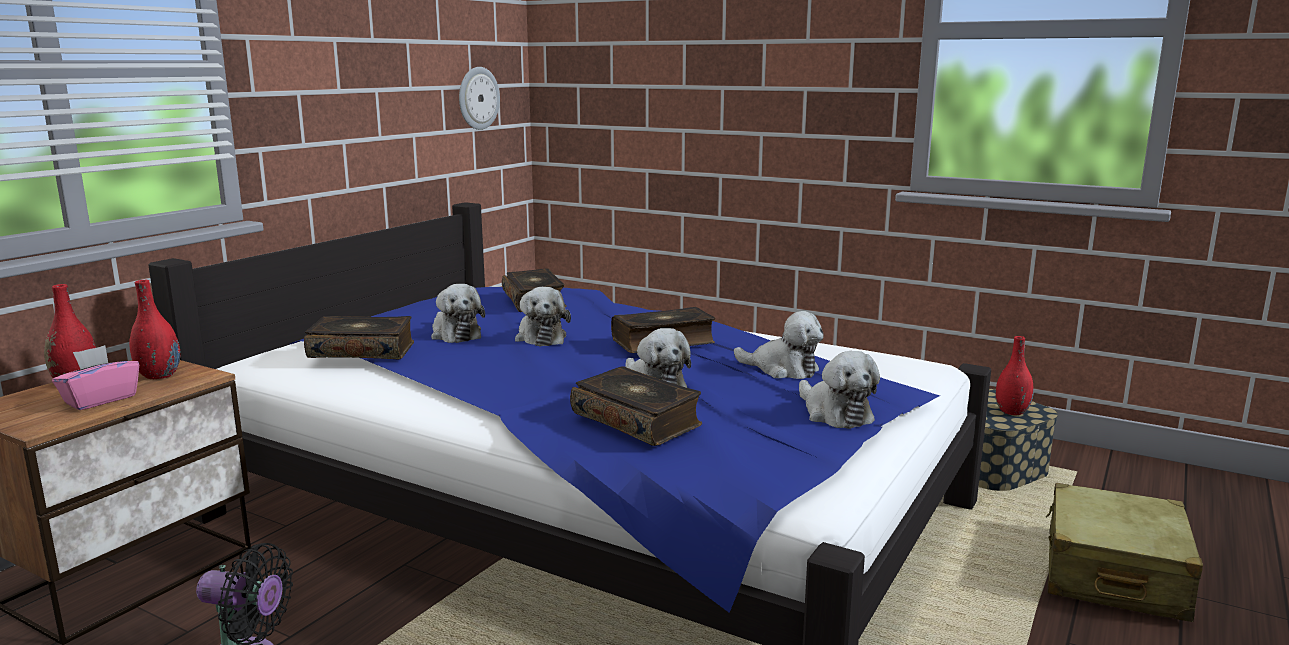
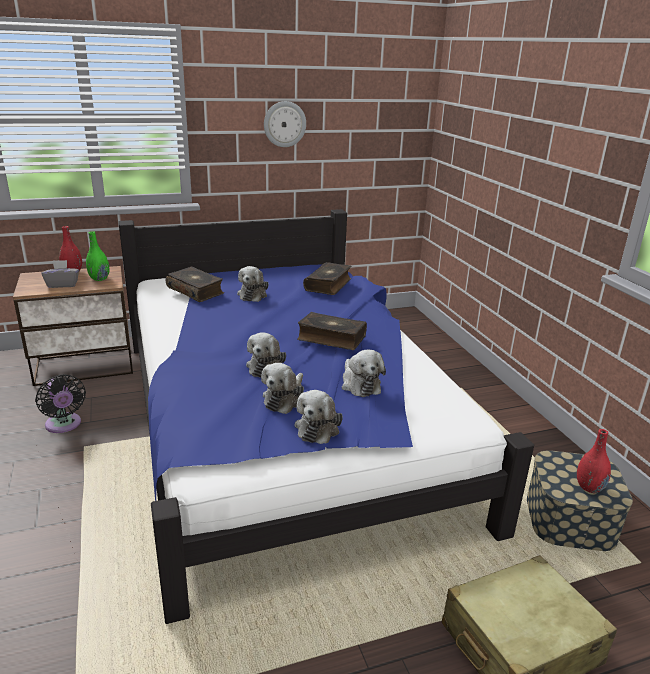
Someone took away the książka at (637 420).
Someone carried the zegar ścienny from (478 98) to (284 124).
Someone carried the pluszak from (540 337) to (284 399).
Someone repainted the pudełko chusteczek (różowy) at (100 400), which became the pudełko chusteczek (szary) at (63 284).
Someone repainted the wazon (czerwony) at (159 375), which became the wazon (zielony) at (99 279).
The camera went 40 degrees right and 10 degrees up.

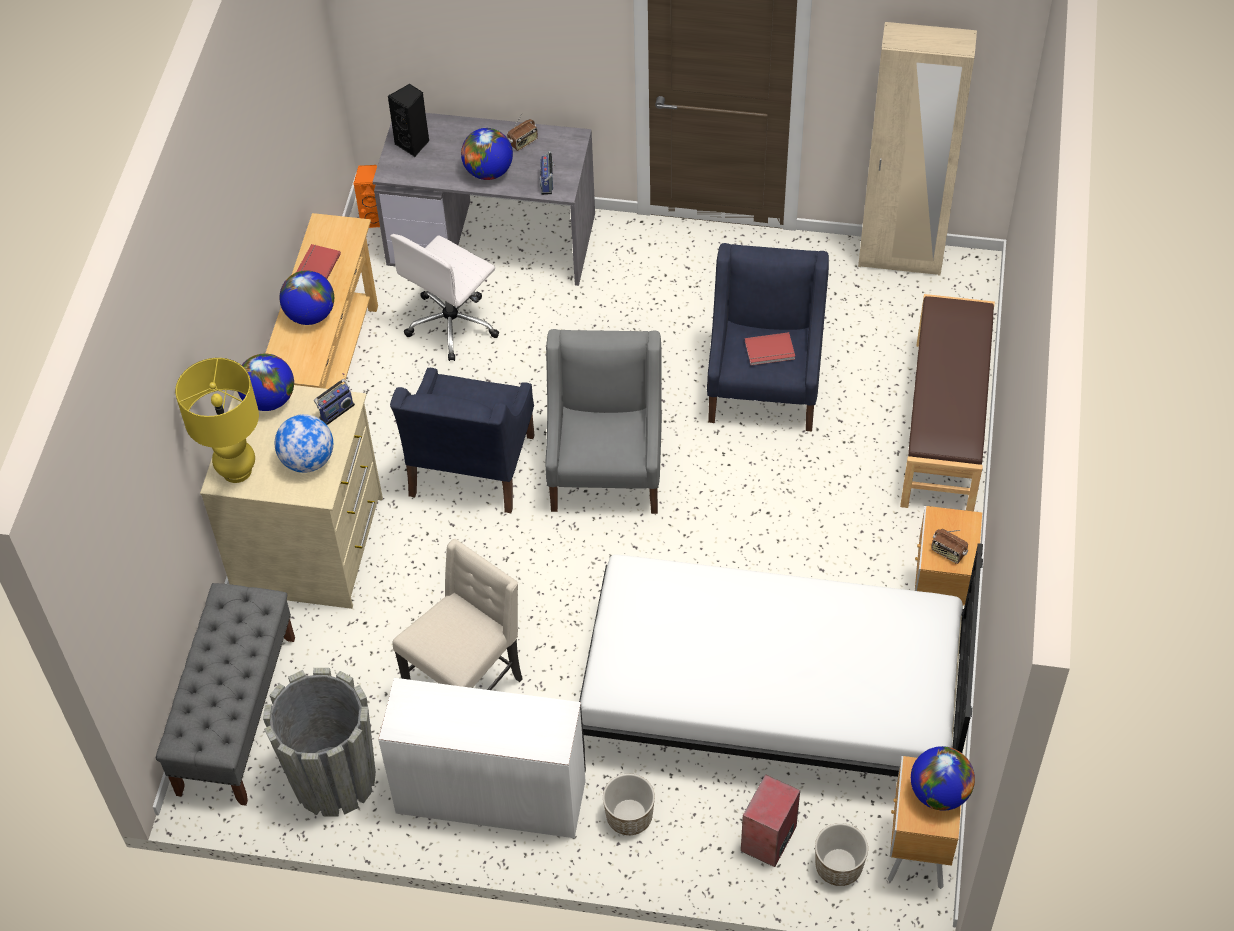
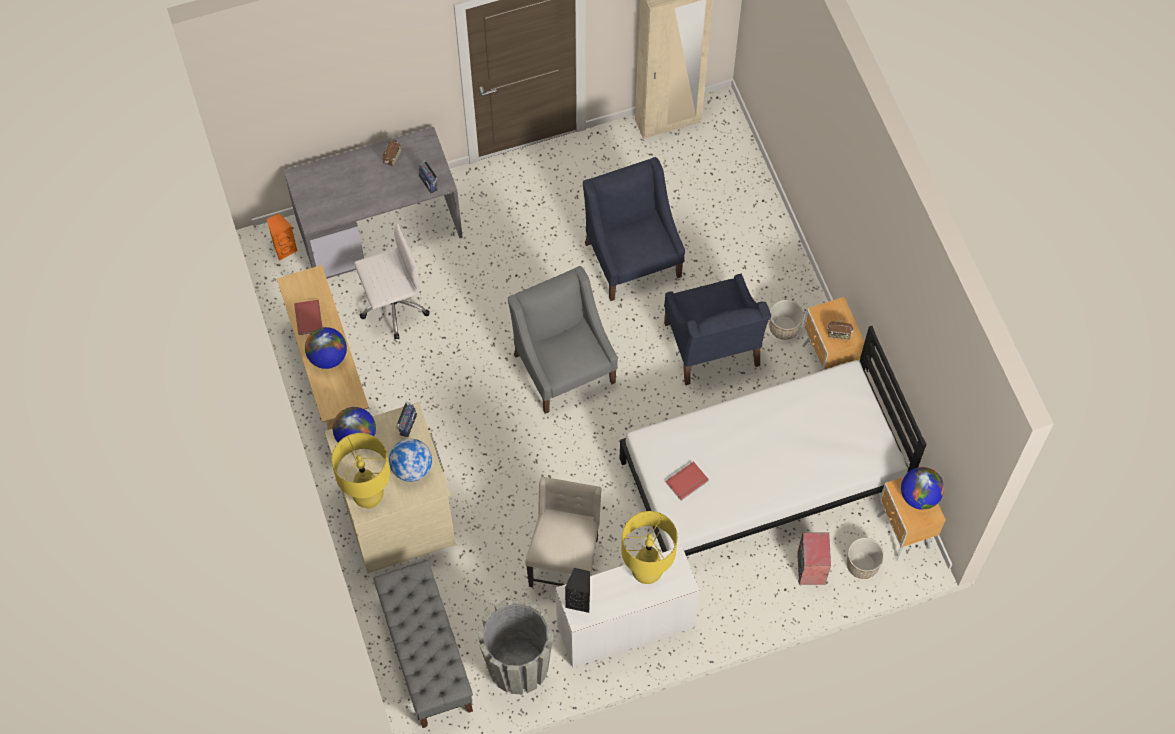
Someone took away the globus at (488 172).
Someone took away the ławka (brązowy) at (945 426).
Someone put down the lampa stołowa (żółty) at (646 573).
Someone carried the głośnik (czarny) from (413 144) to (579 600).
Someone carried the fotel (niebieski) from (471 466) to (711 345).
Someone carried the donica from (629 816) to (784 327).
Someone carried the książka (czerwony) from (770 351) to (688 482).
Someone rotated the krzesło biurowe (biały) at (453 324) by 120 degrees counterclockwise.
The camera went 30 degrees left and 10 degrees up.

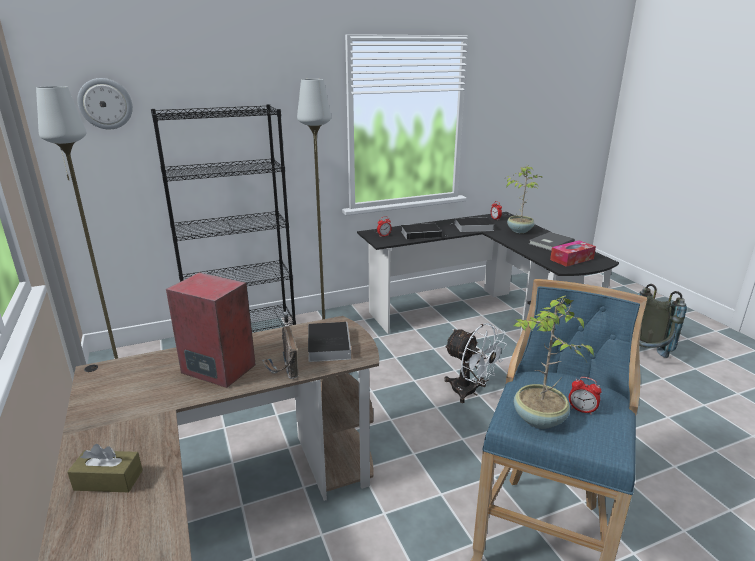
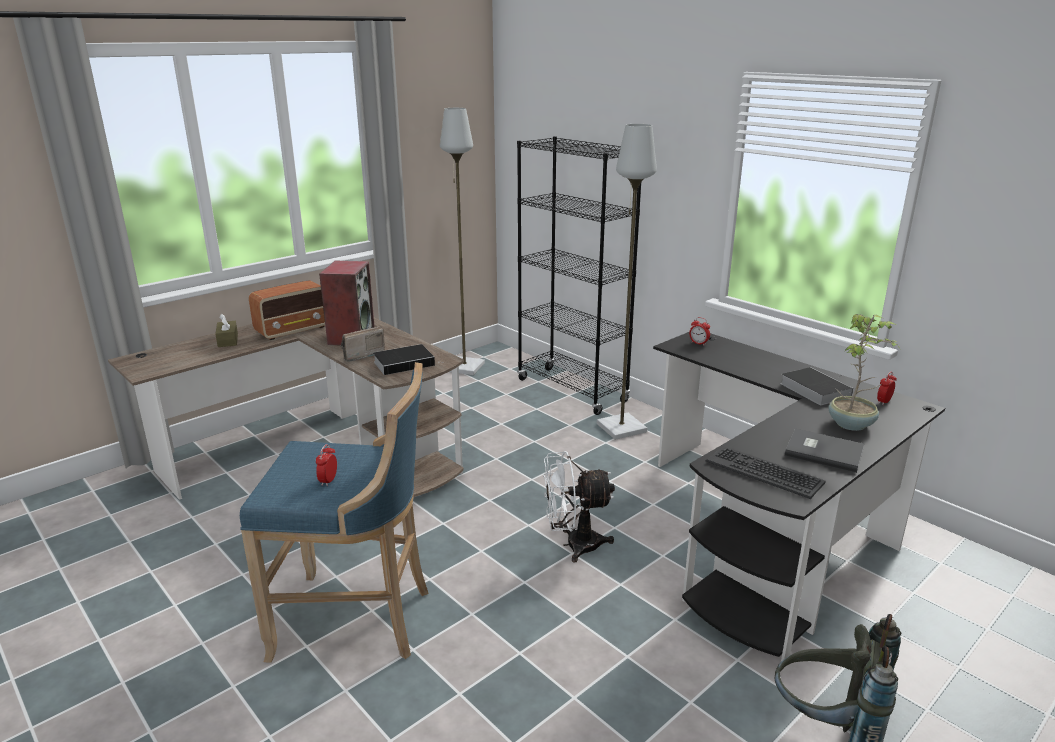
Someone took away the zegar ścienny at (105 104).
Someone took away the książka at (422 234).
Someone took away the roślina doniczkowa at (538 419).
Someone put down the radio at (293 330).
Someone swapped the pudełko chusteczek at (571 259) for the klawiatura at (764 472).
Someone rotated the wentylator (biały) at (470 392) by 60 degrees clockwise.
The camera went 70 degrees right and 0 degrees up.

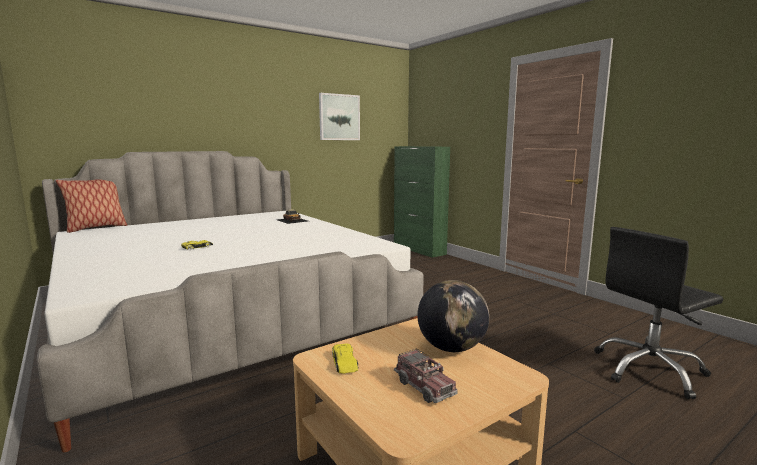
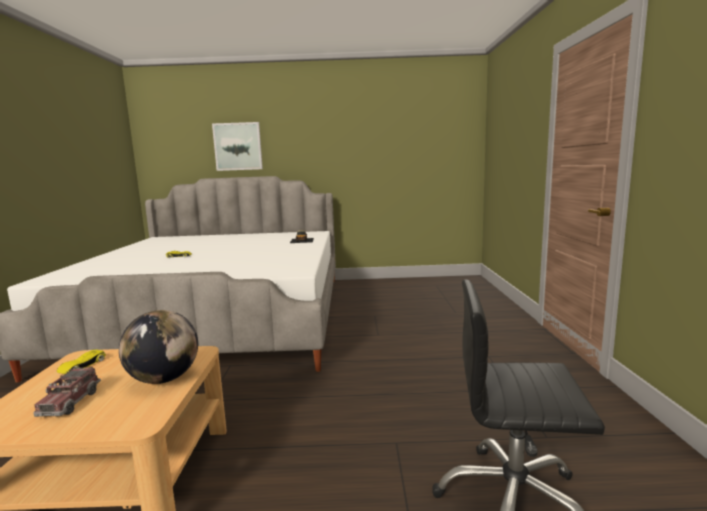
Someone took away the poduszka at (96 228).
Someone took away the szafka (zielony) at (419 250).
Someone carried the obraz from (339 117) to (238 146).
The camera went 35 degrees right and 0 degrees up.

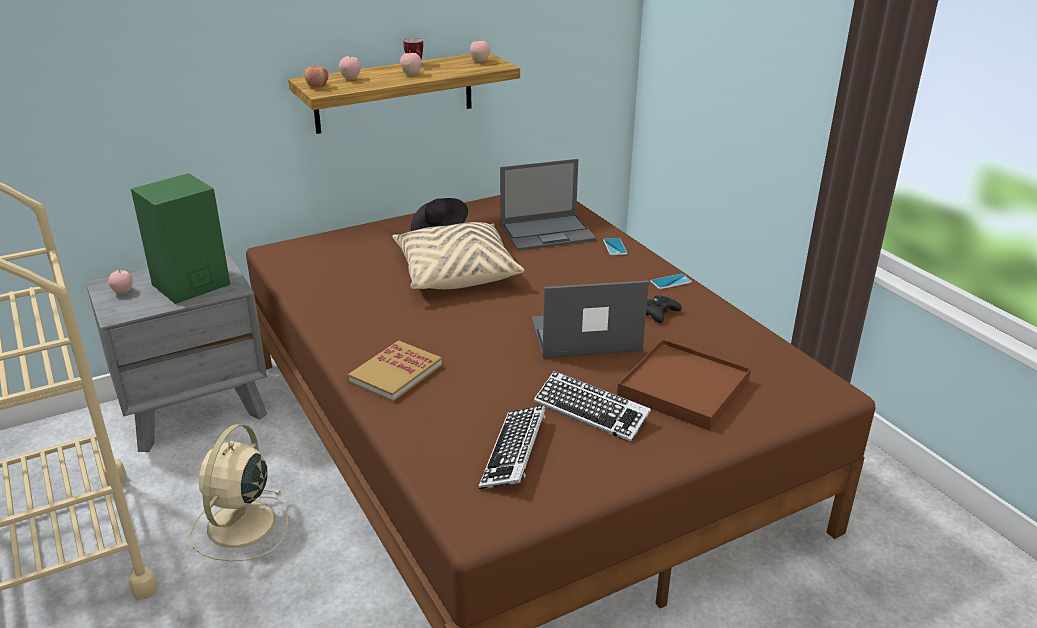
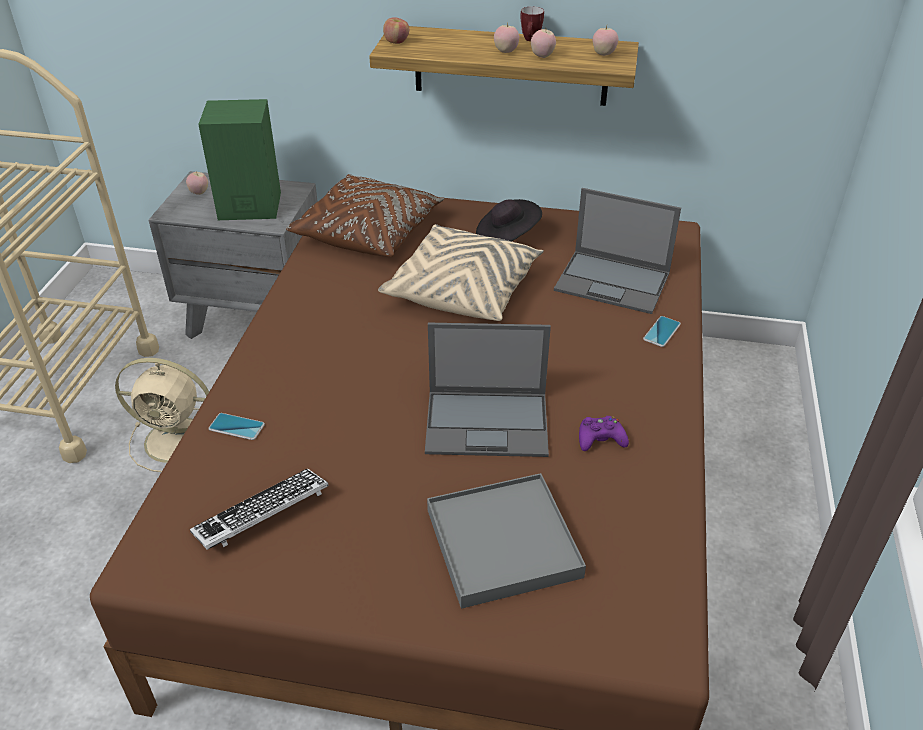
Someone took away the książka at (395 373).
Someone took away the klawiatura at (591 412).
Someone put down the poduszka (brązowy) at (368 232).
Someone carried the jabłko from (351 79) to (542 56).
Someone carried the telefon from (670 282) to (236 427).
Someone repainted the taca (brązowy) at (683 388), which became the taca (szary) at (503 542).
Someone repainted the pad do gier (czarny) at (660 313), which became the pad do gier (fioletowy) at (600 439).
Someone rotated the wentylator (beżowy) at (240 526) by 135 degrees counterclockwise.
Someone rotated the laptop at (584 335) by 150 degrees clockwise.
The camera went 40 degrees right and 10 degrees up.

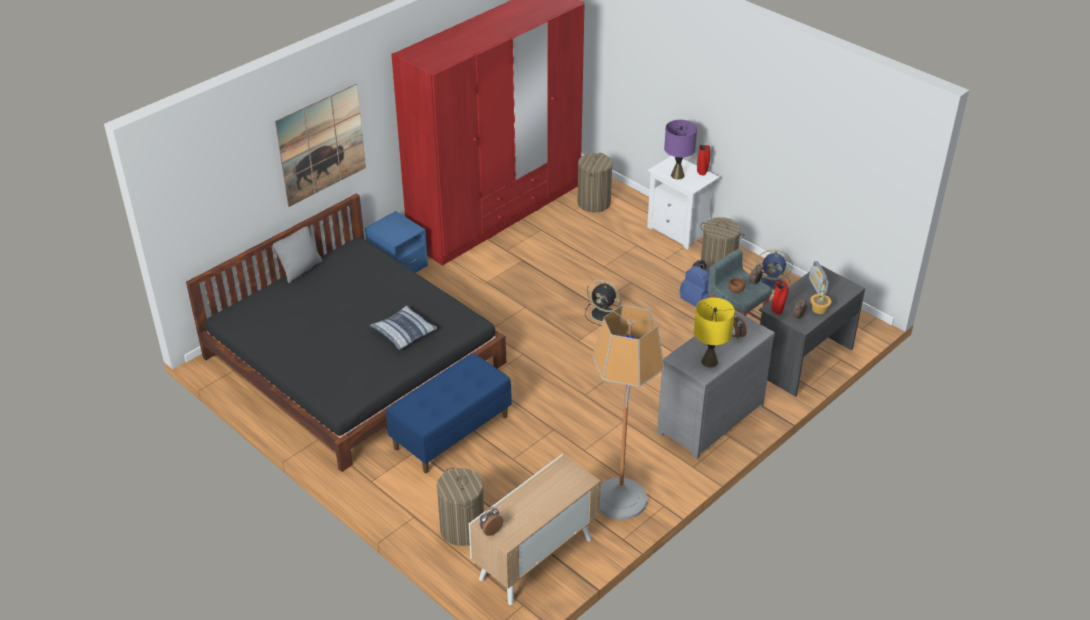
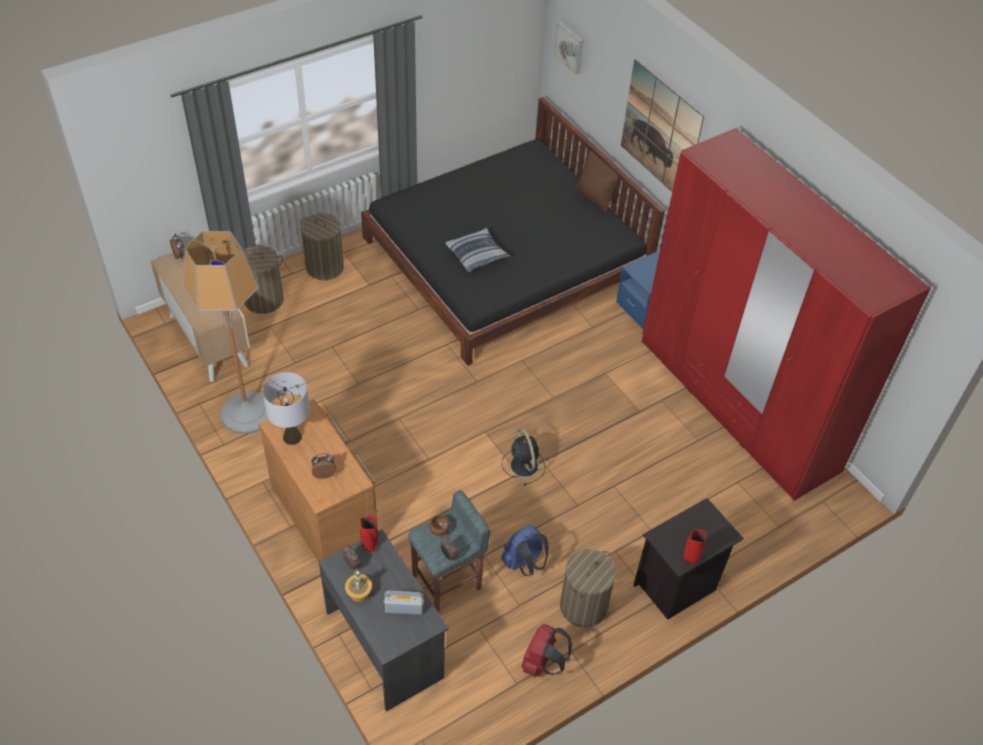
Someone took away the ławka (niebieski) at (451 431).
Someone took away the lampa stołowa (fioletowy) at (677 175).
Someone put up the obraz at (570 47).
Someone carried the kosz na pranie from (594 203) to (325 267).
Someone swapped the wentylator (niebieski) at (772 283) for the plecak (czerwony) at (542 663).
Someone repainted the poduszka (szary) at (301 269), which became the poduszka (brązowy) at (595 198).
Someone repainted the szafka nocna (biały) at (679 231), which became the szafka nocna (czarny) at (676 587).
Someone repainted the komoda (szary) at (707 417), which became the komoda (brązowy) at (326 515).
Someone repainted the lampa stołowa (żółty) at (709 361), which became the lampa stołowa (szary) at (292 437).
Someone rotated the wentylator (czarny) at (604 314) by 120 degrees clockwise.
The camera went 100 degrees right and 10 degrees up.

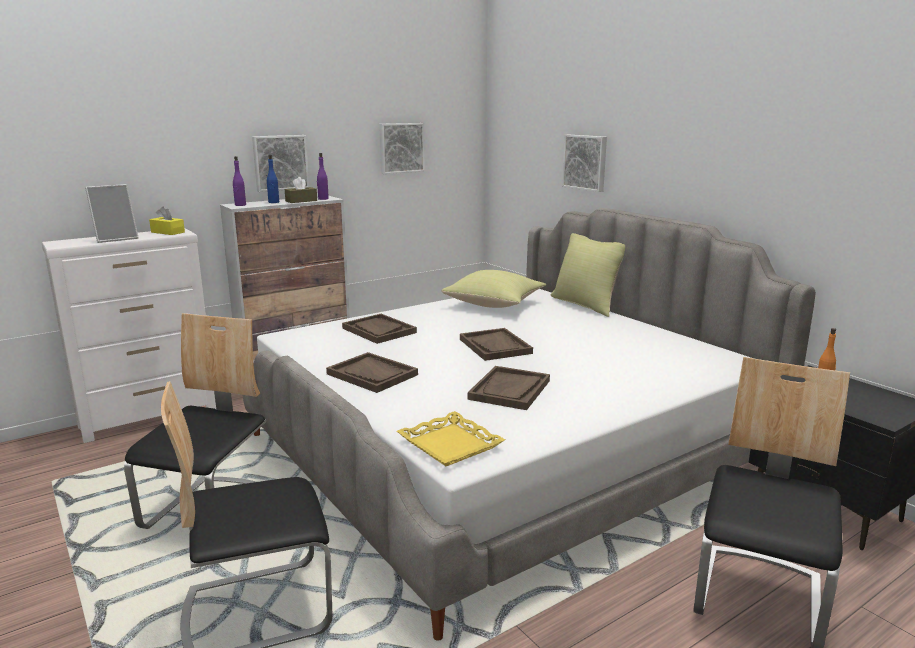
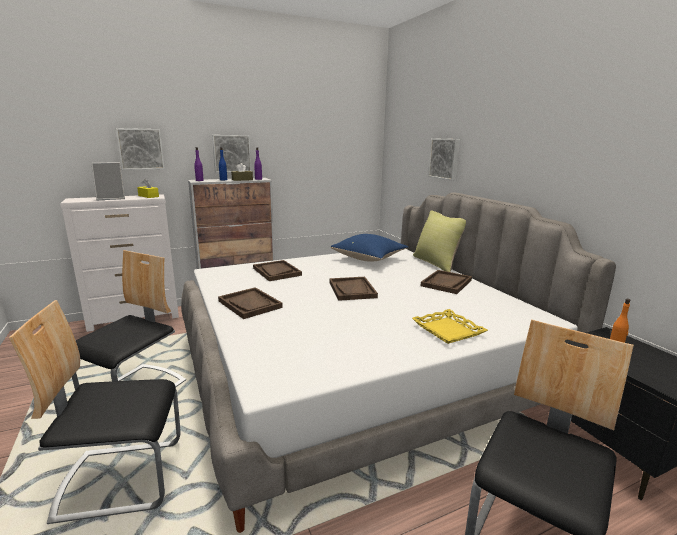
Someone carried the obraz from (401 148) to (141 149).
Someone carried the taca (żółty) from (449 445) to (447 330).
Someone carried the taca (brązowy) from (510 390) to (446 283).
Someone repainted the poduszka (żółty) at (495 304), which became the poduszka (niebieski) at (369 259).
The camera went 10 degrees right and 0 degrees up.

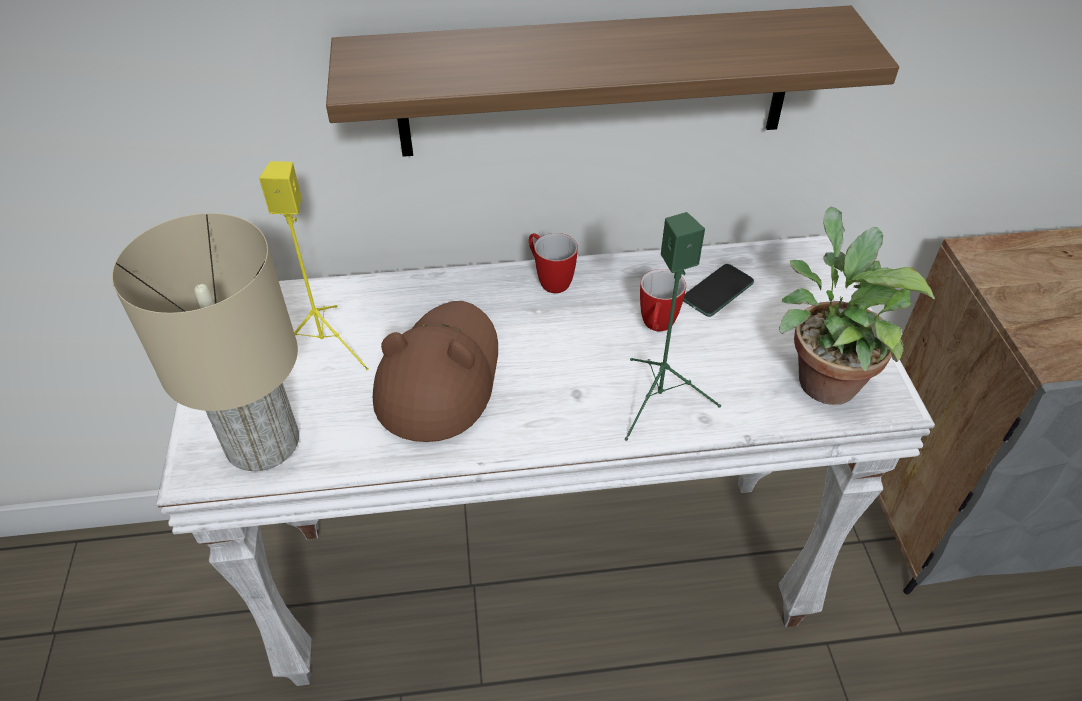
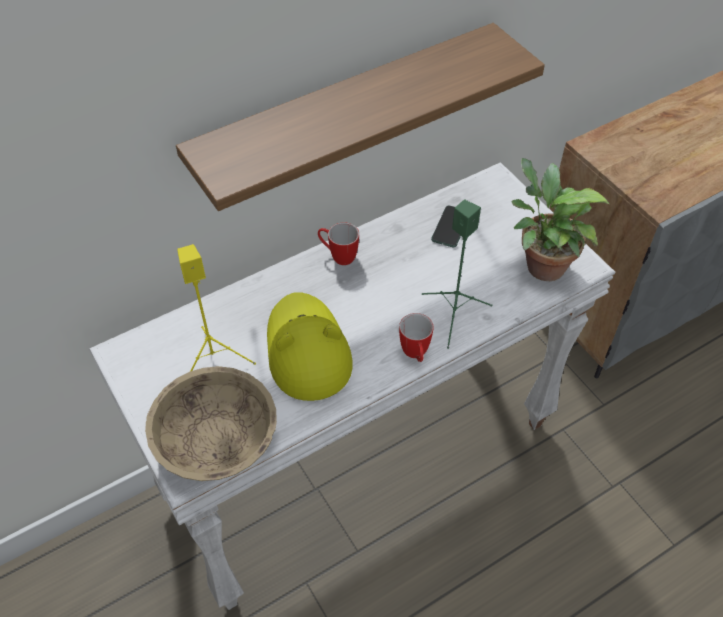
Someone carried the kubek from (656 328) to (415 355).
Someone swapped the lampa stołowa (beżowy) at (260 444) for the miska (beżowy) at (216 441).
Someone repainted the kapelusz (brązowy) at (439 376), which became the kapelusz (żółty) at (306 350).
The camera went 25 degrees left and 5 degrees up.

